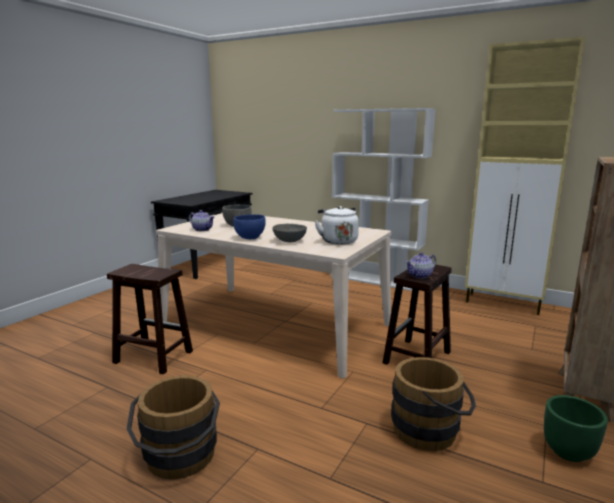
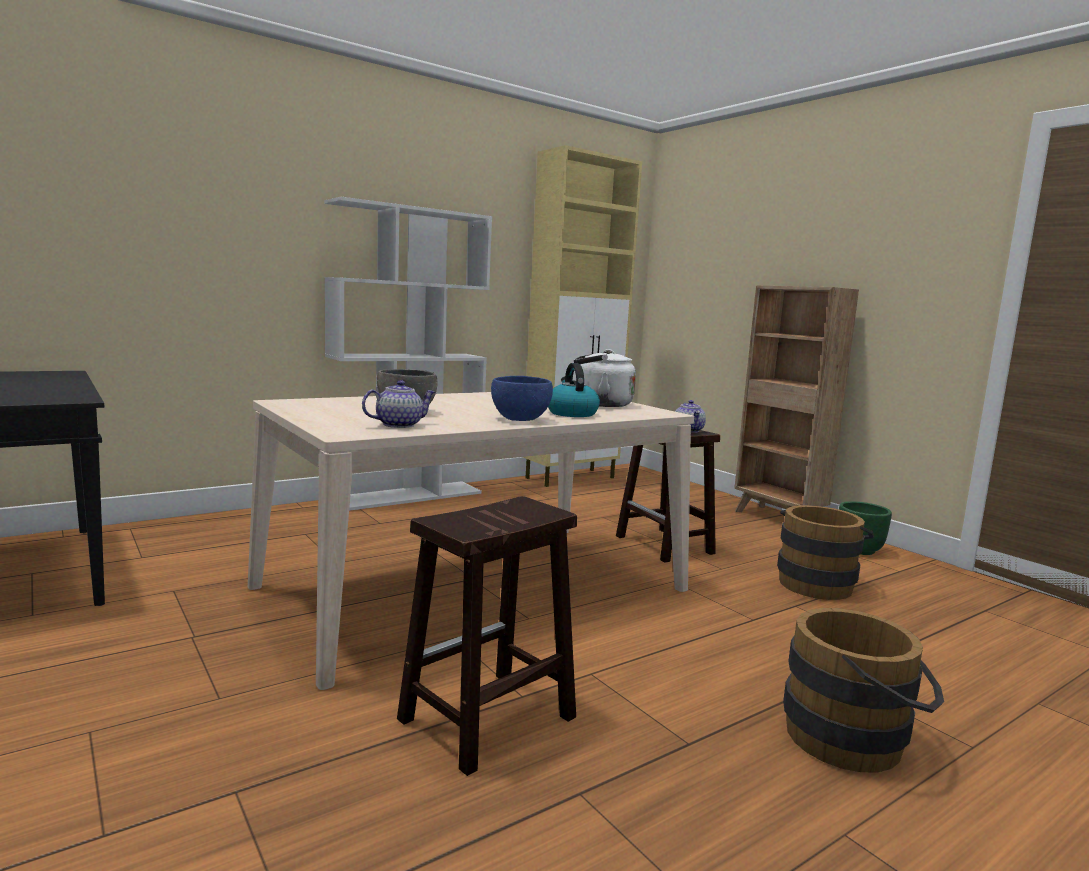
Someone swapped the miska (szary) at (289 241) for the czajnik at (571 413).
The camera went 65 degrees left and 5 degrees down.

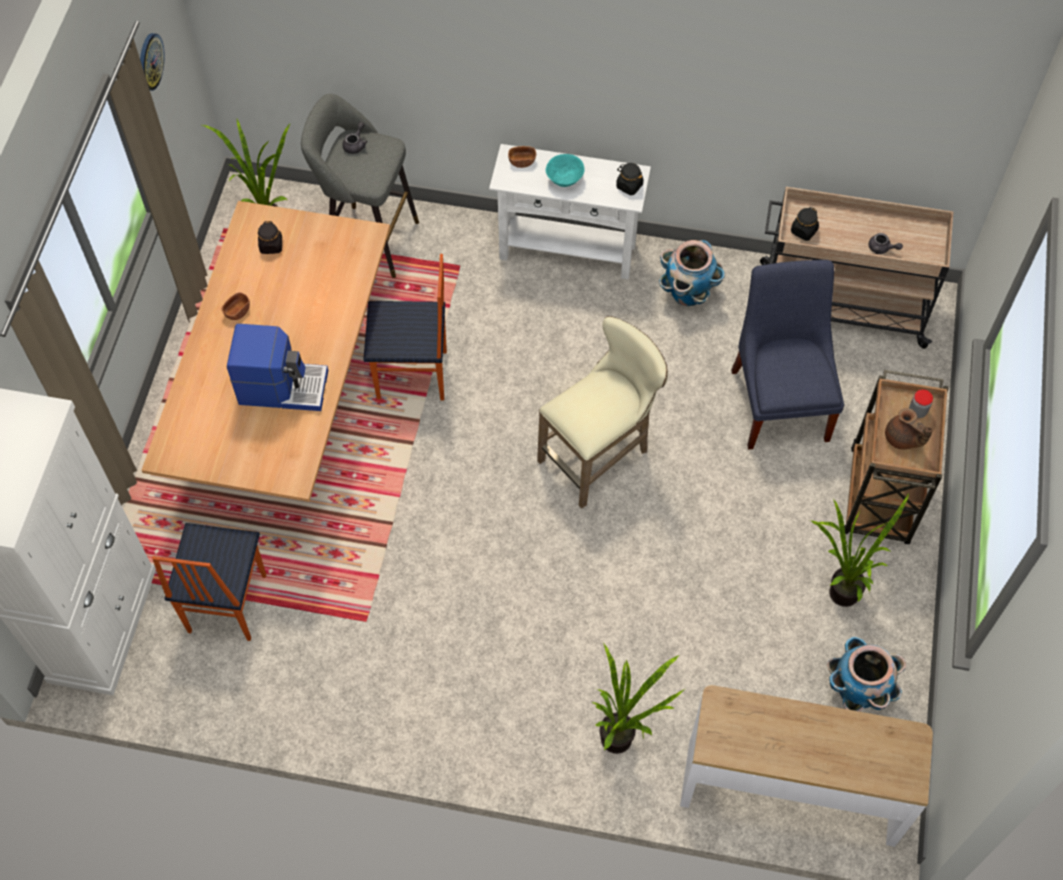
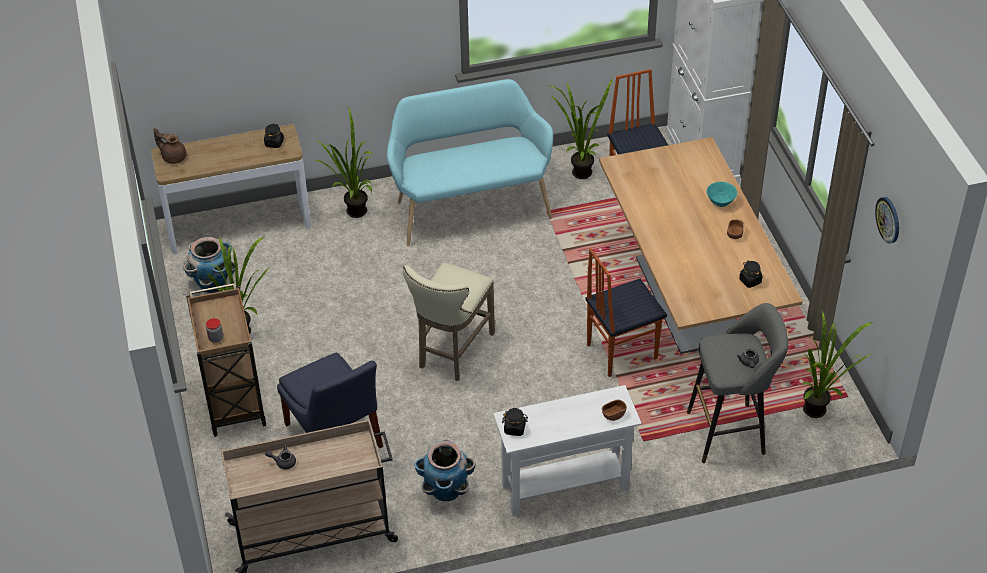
Someone took away the ekspres do kawy at (282 386).
Someone put down the ławka (turkusowy) at (470 206).
Someone put down the roślina doniczkowa at (578 171).
Someone carried the miska (turkusowy) from (564 180) to (721 201).
Someone carried the słoik (czarny) from (803 231) to (274 143).
Someone carried the imbryk (brązowy) from (902 439) to (173 157).
The camera went 155 degrees right and 15 degrees down.

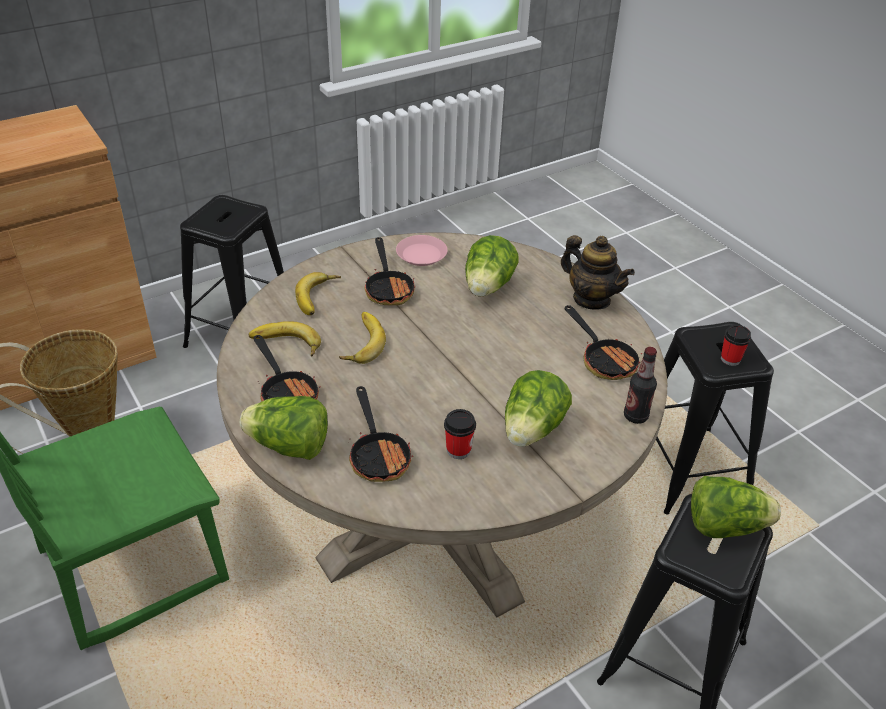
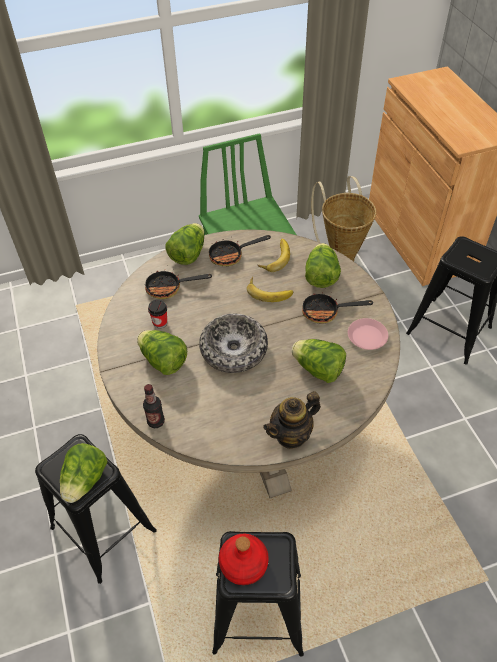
Someone took away the patelnia at (604 359).
Someone put down the miska at (234 349).
Someone swapped the banan at (319 297) for the sałata at (321 276).
Someone swapped the filiżanka at (730 359) for the butelka (czerwony) at (243 562).
The camera went 105 degrees right and 10 degrees up.

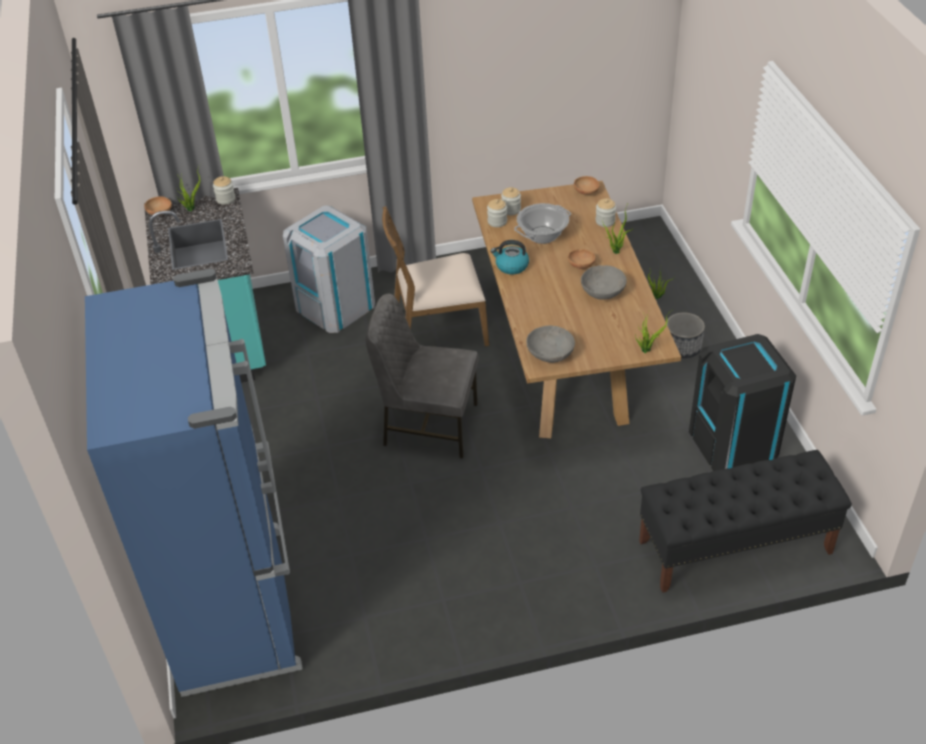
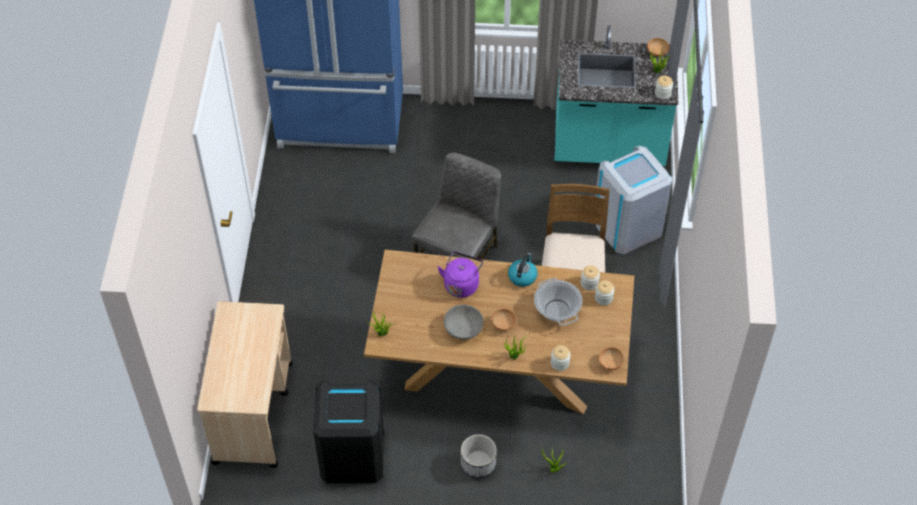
Someone took away the miska (szary) at (550 353).
Someone put down the czajnik (fioletowy) at (461 284).
Someone swapped the ławka (czarny) at (734 547) for the wózek (beżowy) at (253 412).
The camera went 105 degrees right and 10 degrees up.

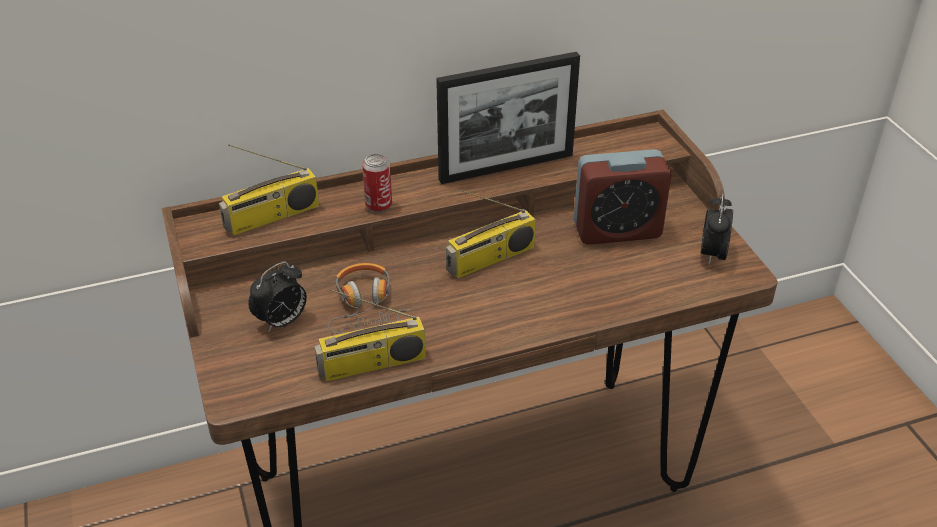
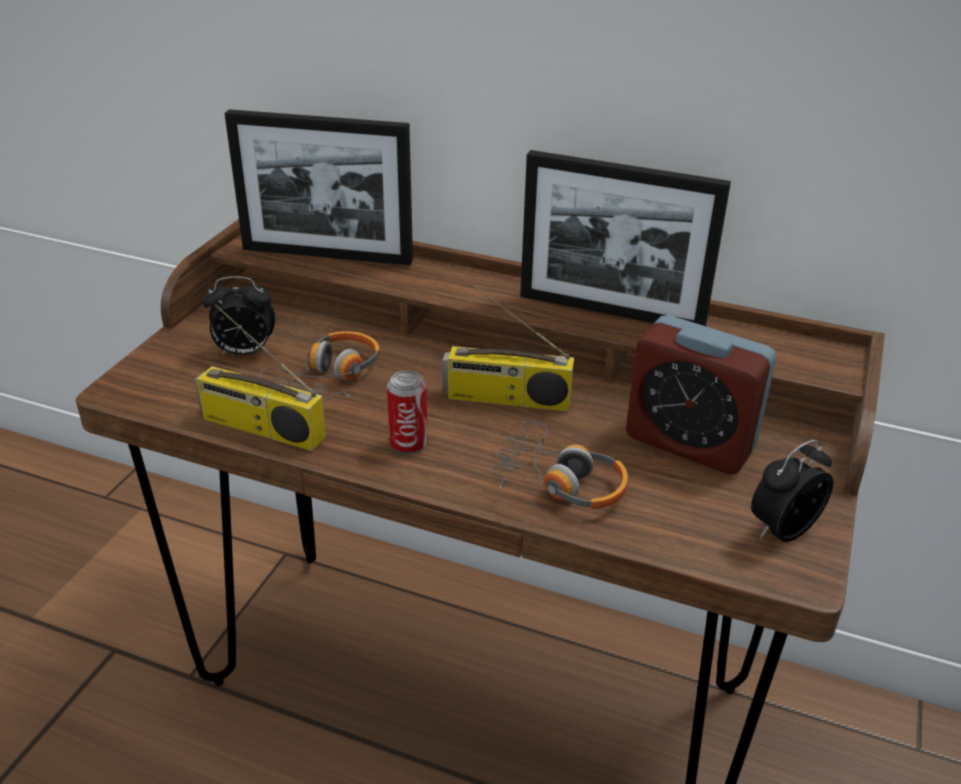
Someone put down the słuchawki at (559 481).
Someone carried the puszka from (378 205) to (408 444).
Someone swapped the radio at (272 217) for the ramka na zdjęcie at (327 255).
The camera went 40 degrees right and 5 degrees down.

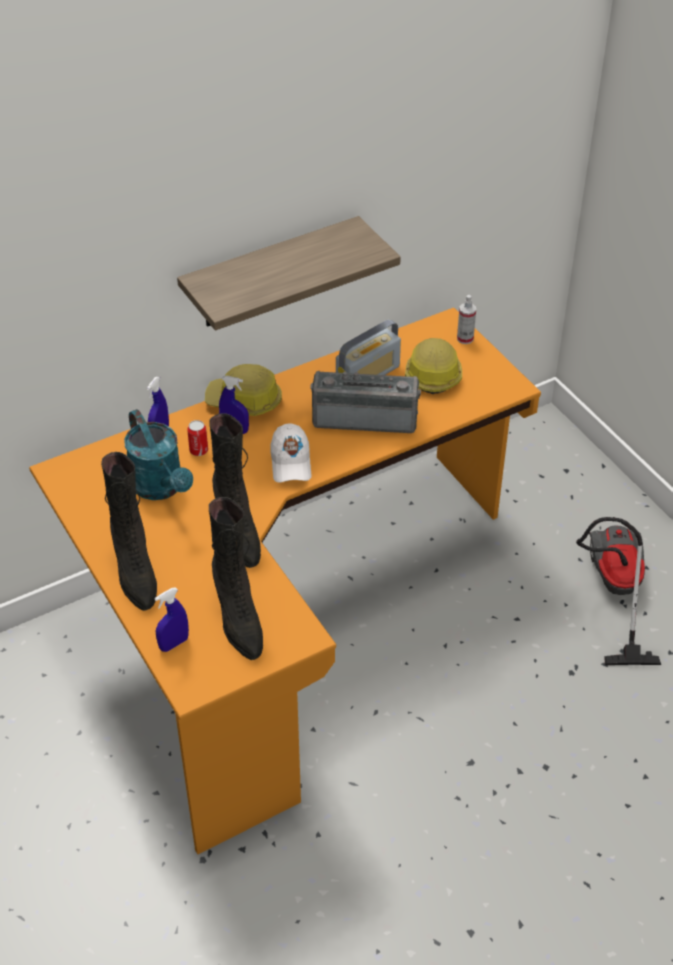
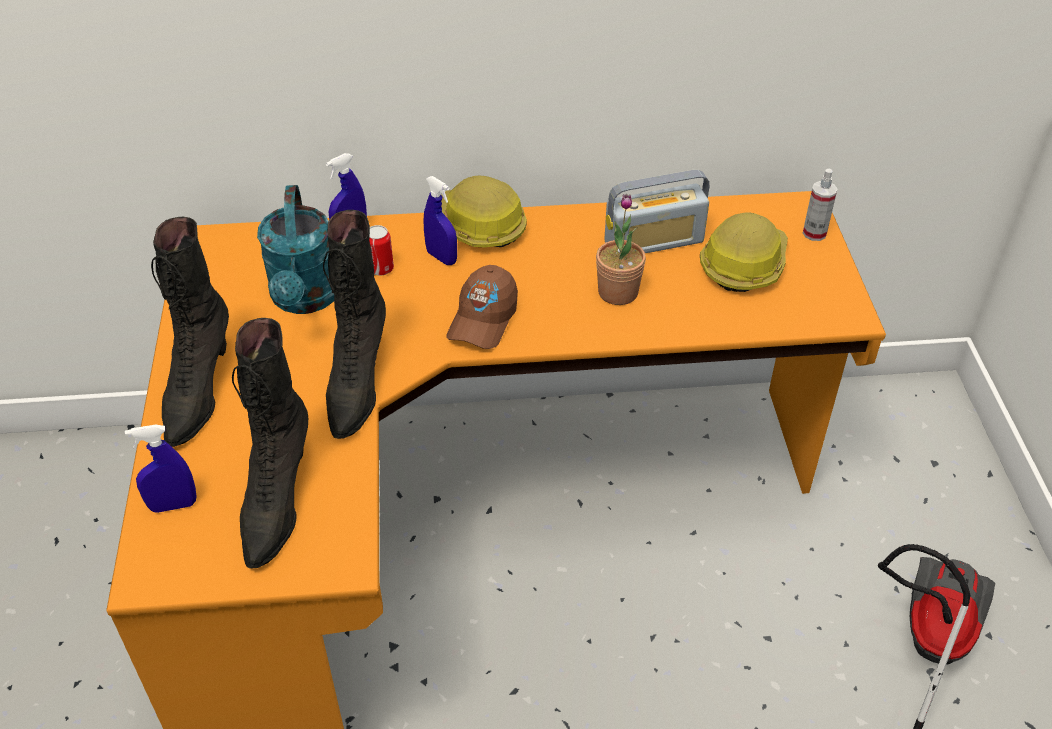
Someone took away the półka at (271 274).
Someone swapped the radio at (365 417) for the roślina doniczkowa at (618 292).
Someone repainted the czapka z daszkiem (biały) at (291 463), which became the czapka z daszkiem (brązowy) at (483 320).
The camera went 25 degrees right and 0 degrees up.

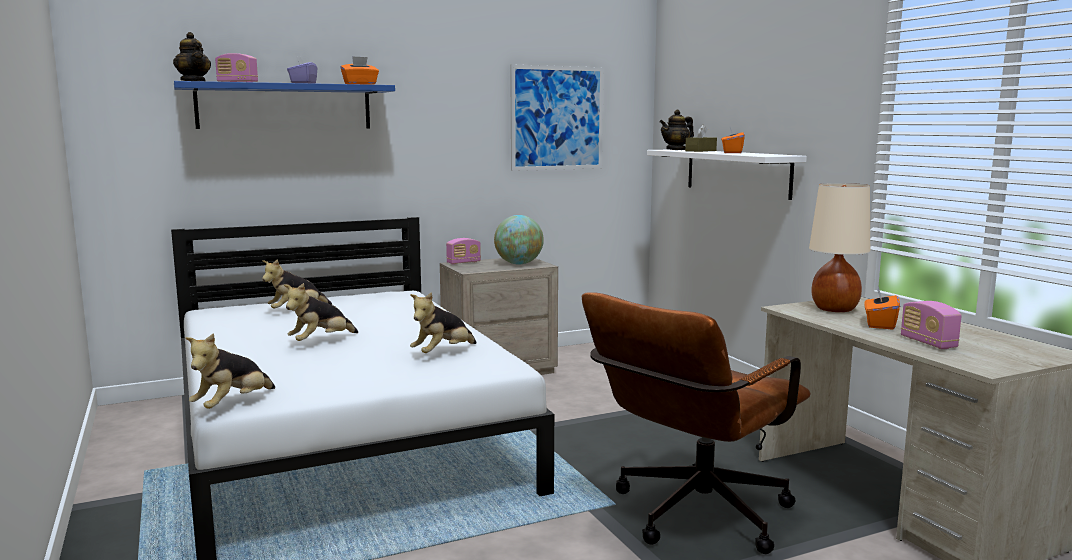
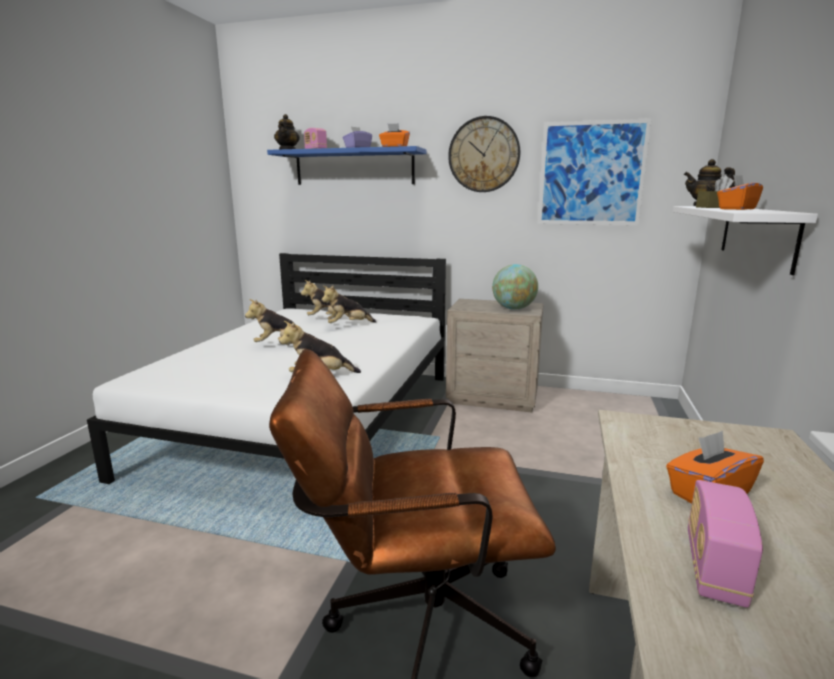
Someone took away the radio at (463 262).
Someone took away the lampa stołowa (beżowy) at (835 309).
Someone put up the zegar ścienny at (484 155).
Someone carried the pluszak from (232 405) to (348 325).
The camera went 40 degrees right and 5 degrees up.

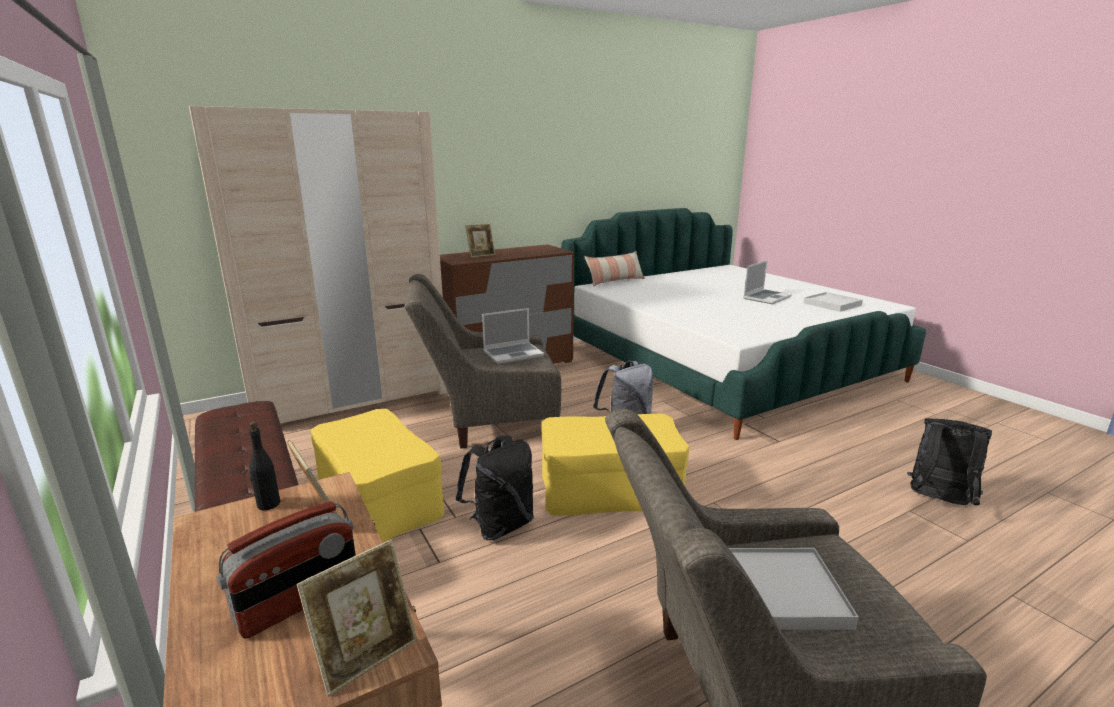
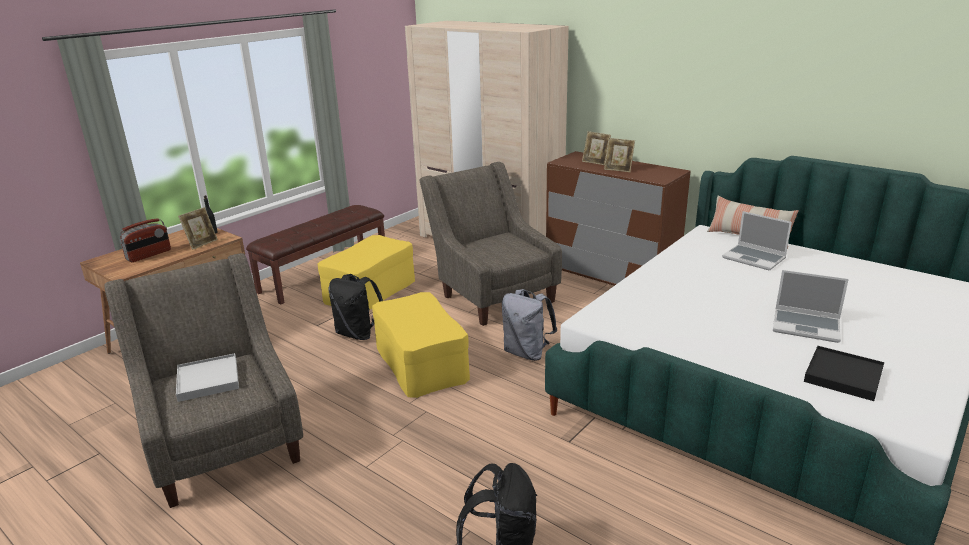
Someone carried the ramka na zdjęcie from (367 656) to (618 169).
Someone carried the laptop from (513 354) to (754 258).
Someone repainted the taca (biały) at (832 304), which became the taca (czarny) at (843 376).
Someone rotated the radio at (299 602) by 75 degrees counterclockwise.
The camera went 70 degrees right and 5 degrees up.

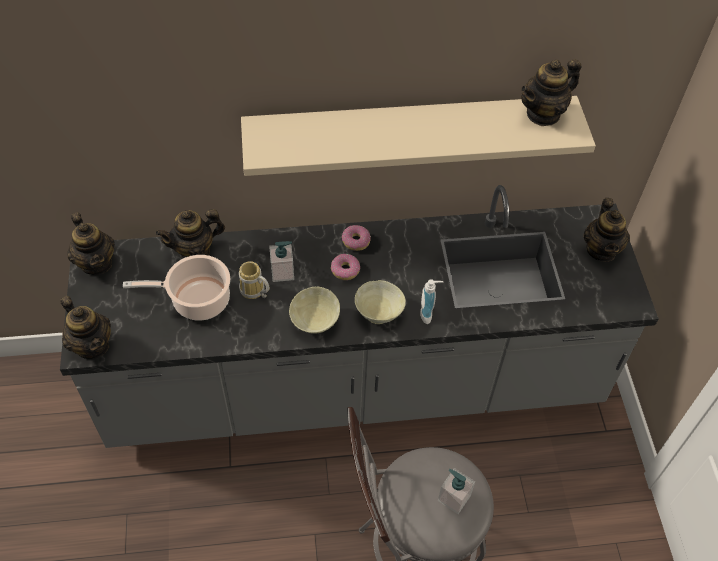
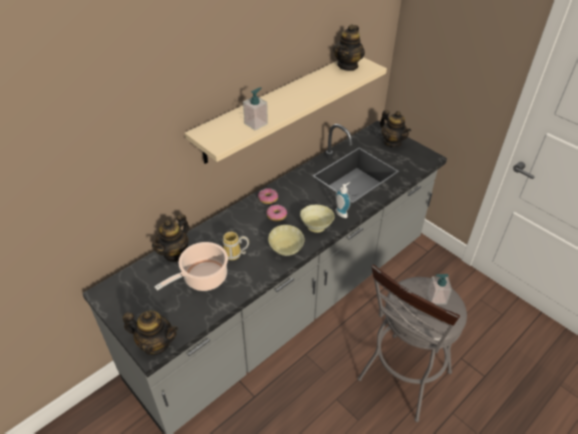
Someone took away the imbryk at (96 263).
Someone carried the dozownik mydła from (282 272) to (256 123).
The camera went 35 degrees left and 10 degrees down.

